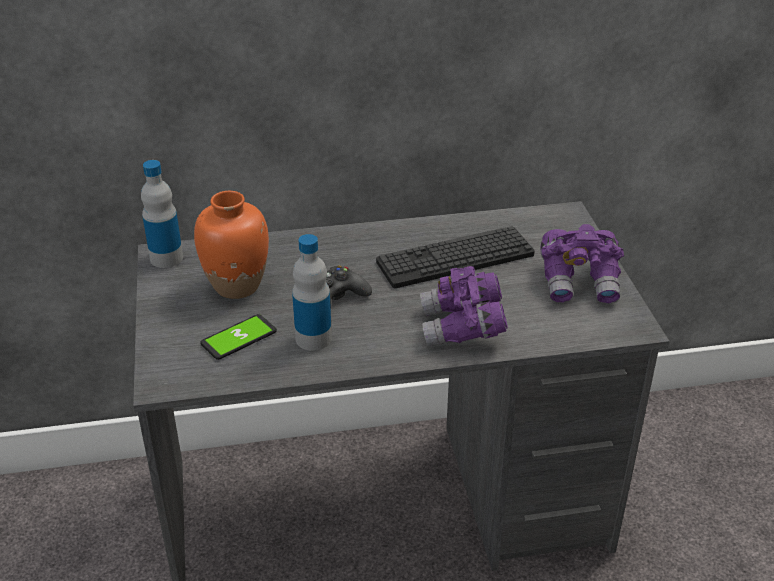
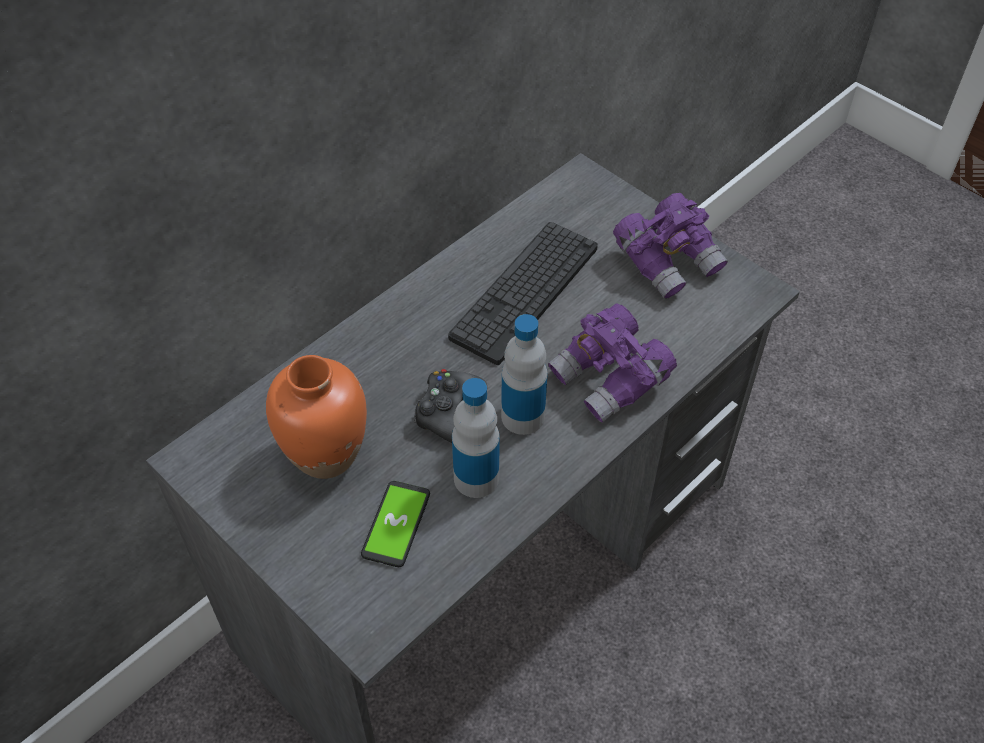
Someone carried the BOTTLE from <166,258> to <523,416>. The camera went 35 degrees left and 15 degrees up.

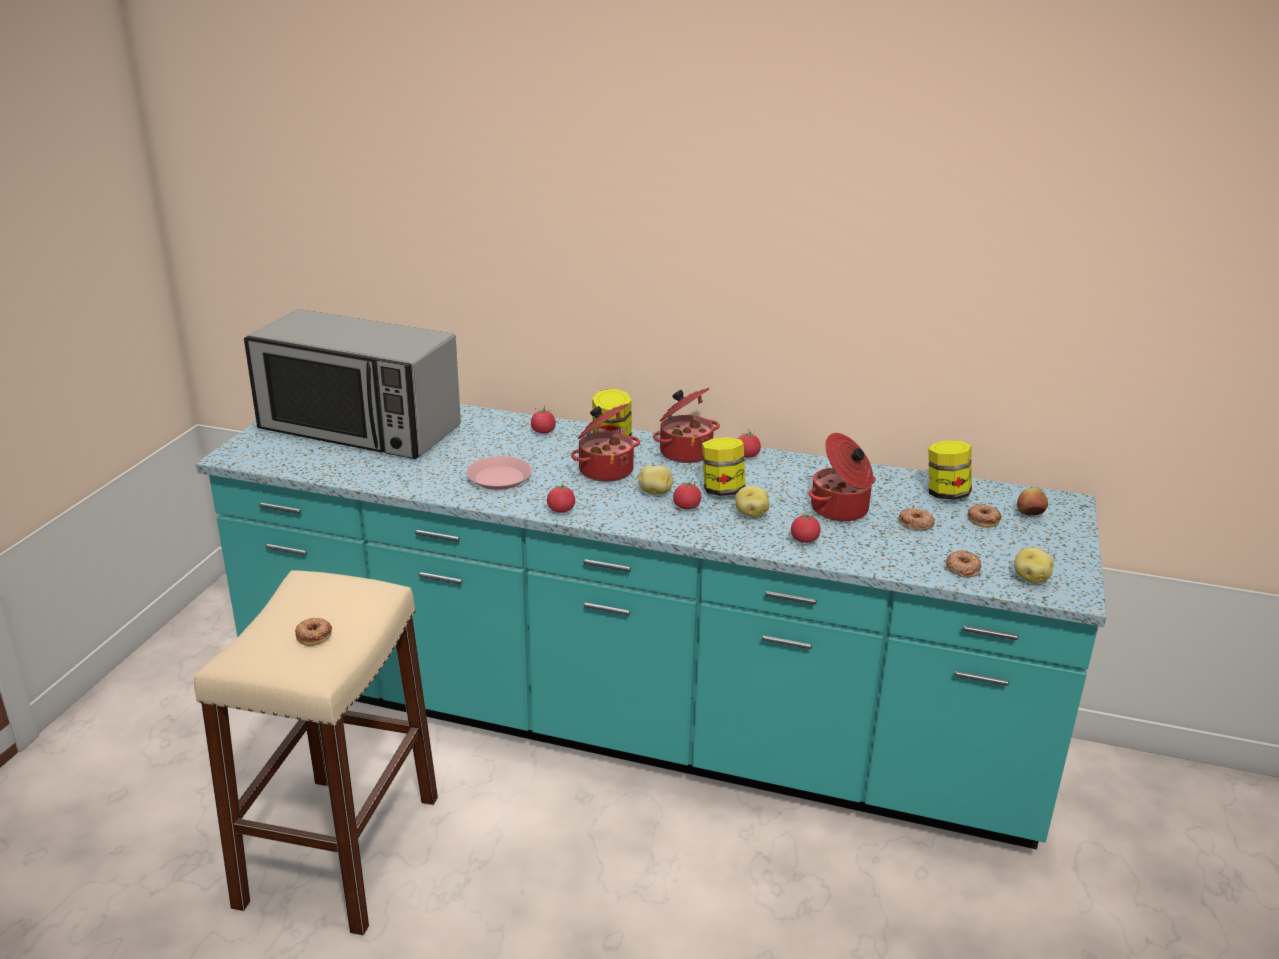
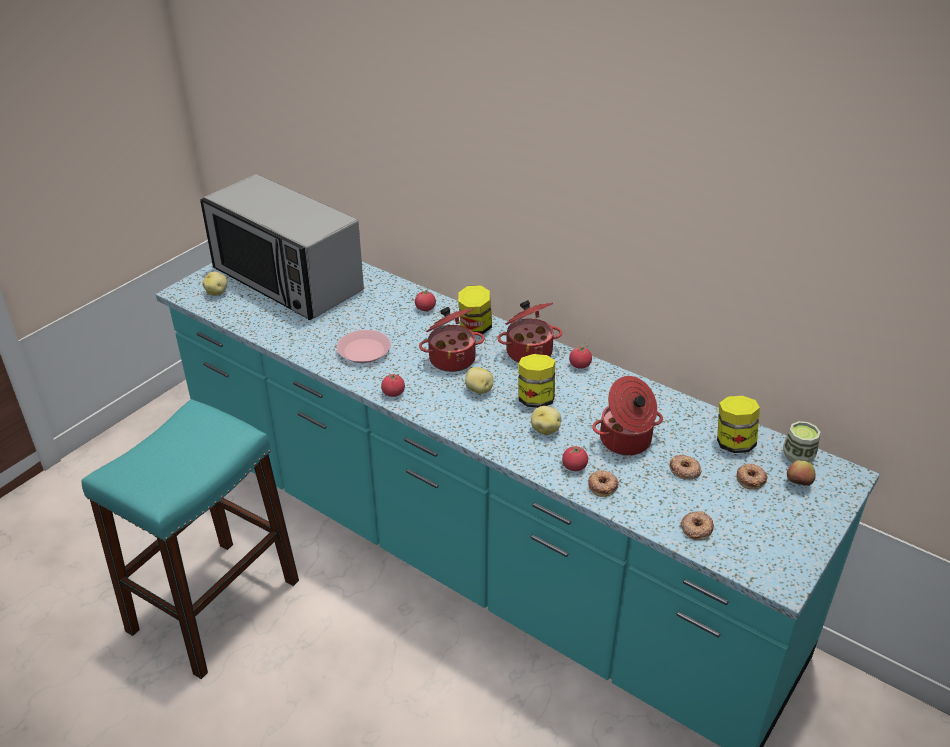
Someone repainted the BEIGE-COLOURED SITTING STOOL at <340,850>, which became the TURQUOISE SITTING STOOL at <214,606>. Someone carried the WHOLE POTATO from <1031,578> to <217,292>. Someone carried the RING DOUGHNUT from <314,635> to <603,486>. Someone put down the SMALL CUP at <798,456>. Someone took away the FRESH TOMATO at <686,507>. The camera went 20 degrees right and 10 degrees up.

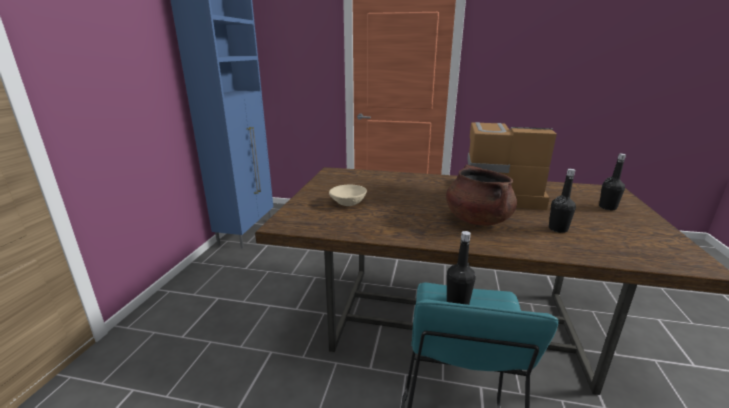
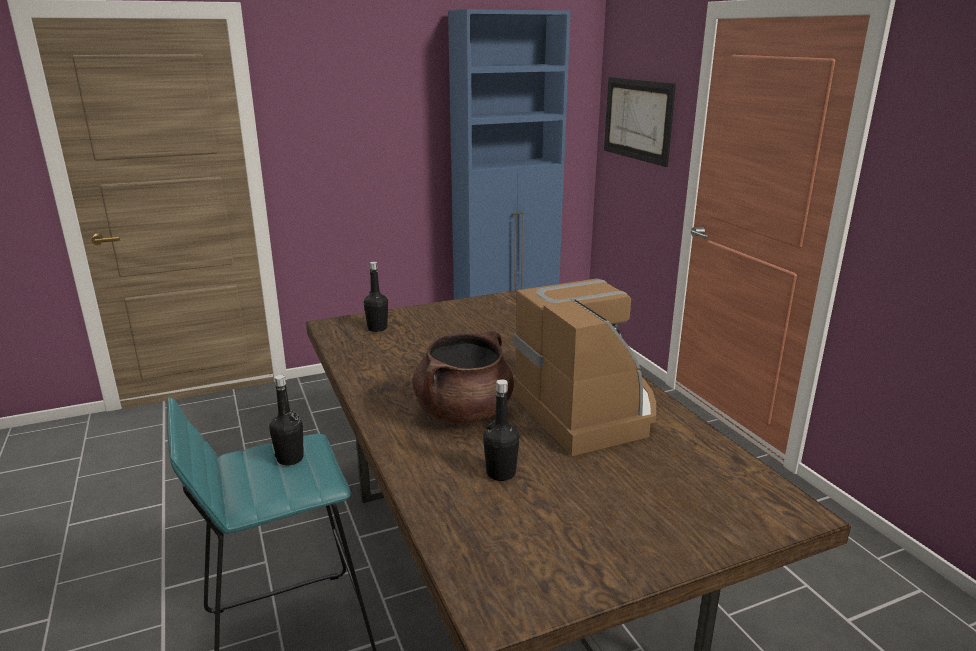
Someone carried the BLACK BOTTLE from <607,207> to <377,328>. Someone put up the WALL PICTURE at <637,119>. Someone took away the BEIGE-COLOURED SERVING BOWL at <348,203>. The camera went 55 degrees right and 0 degrees up.

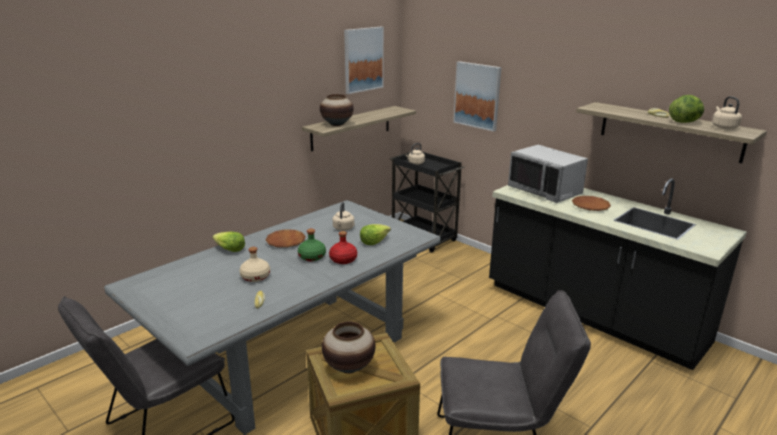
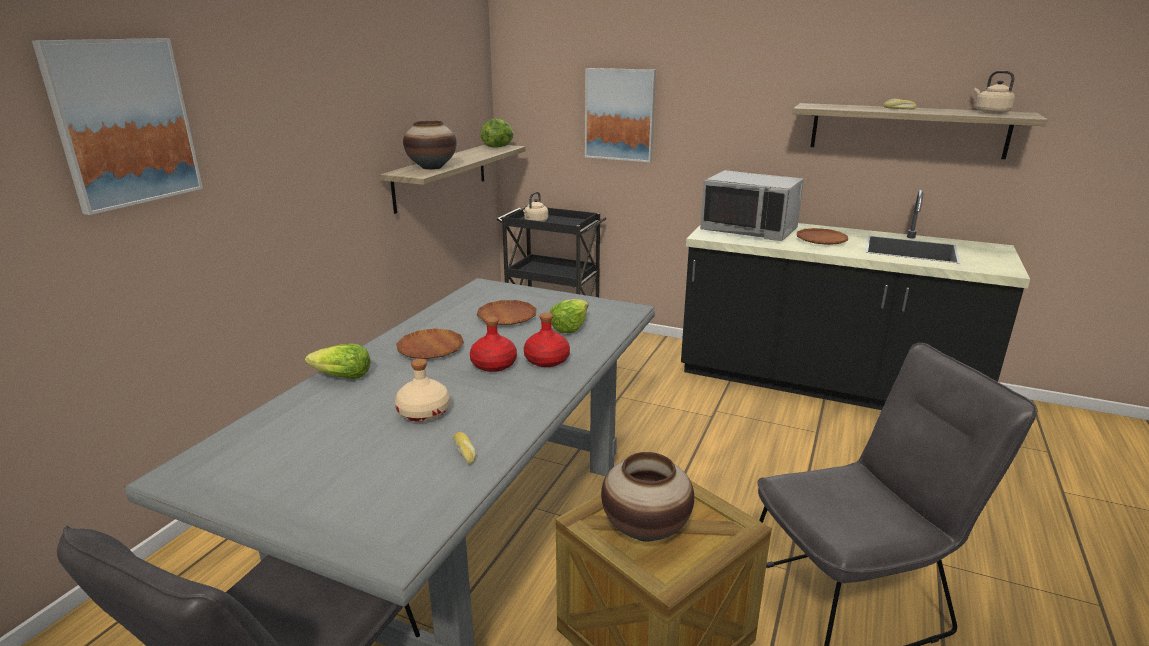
Someone carried the WALL PICTURE from <363,59> to <124,123>. Someone repainted the GREEN-COLOURED BOTTLE at <312,257>, which became the RED-COLOURED BOTTLE at <494,364>. Someone swapped the BEIGE-COLOURED TEA KETTLE at <343,228> for the BROWN PLATE at <507,317>. Someone carried the LETTUCE from <685,122> to <498,147>. The camera went 20 degrees left and 0 degrees up.

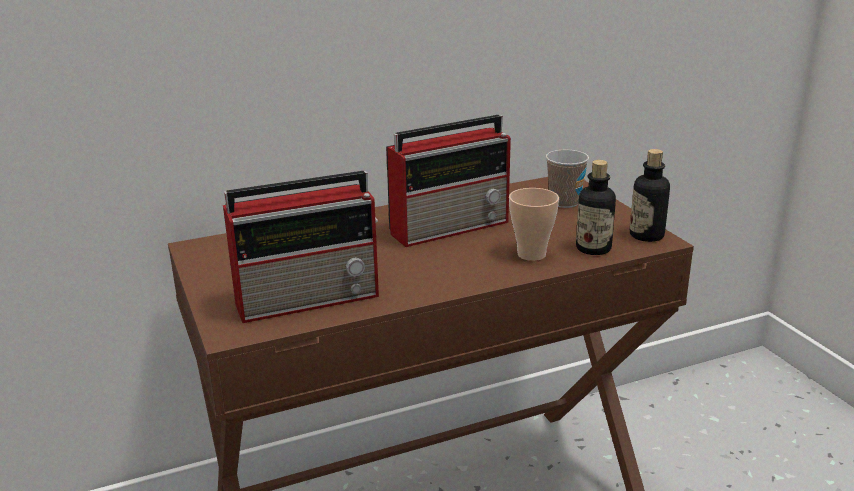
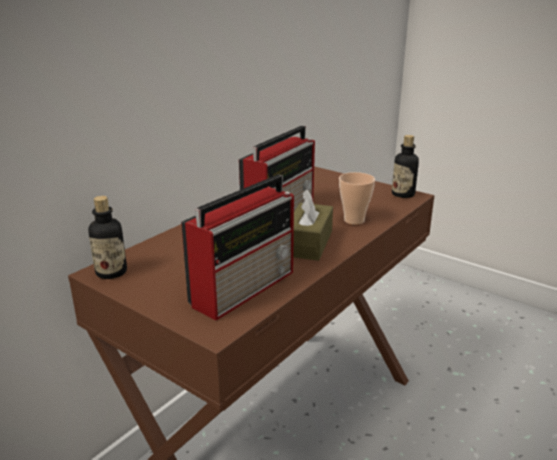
Someone carried the BOTTLE from <593,248> to <111,272>. Someone put down the BROWN TISSUE BOX at <308,243>. Someone took away the SMALL CUP at <564,202>. The camera went 30 degrees left and 0 degrees up.

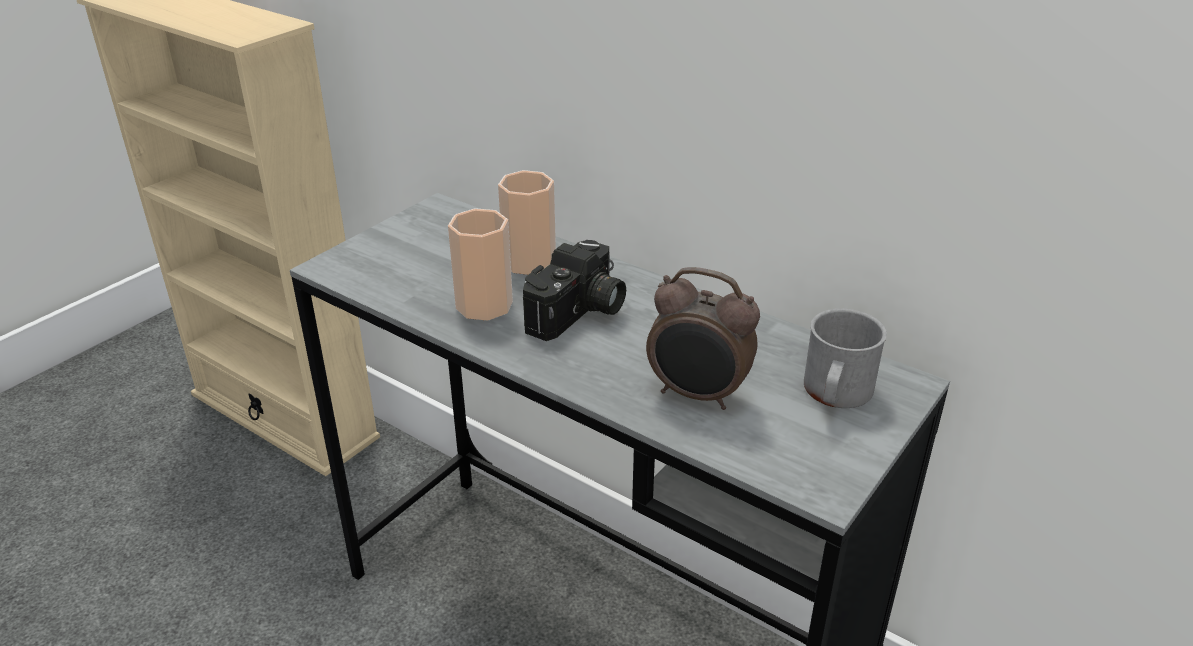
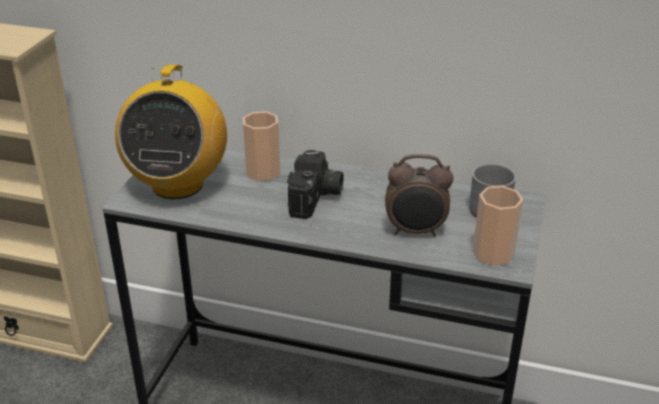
Someone put down the RADIO RECEIVER at <177,184>. Someone carried the SMALL CUP from <484,305> to <493,253>. The camera went 20 degrees left and 0 degrees up.

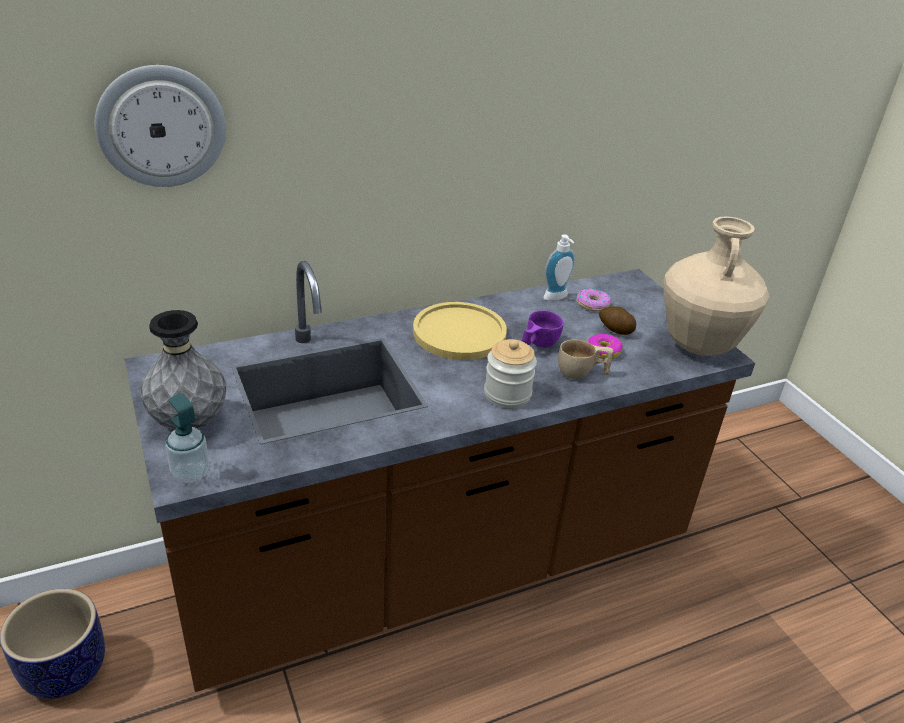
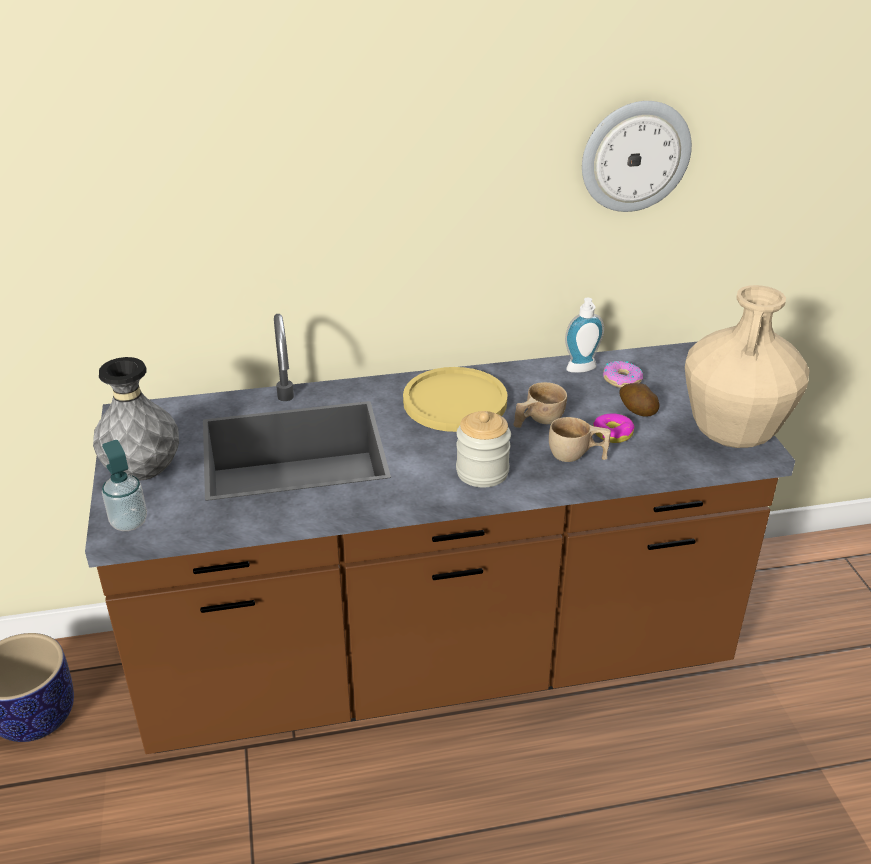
Someone repainted the PURPLE SMALL CUP at <537,345>, which became the BEIGE-COLOURED SMALL CUP at <537,421>. Someone carried the HANGING CLOCK from <161,126> to <635,156>. The camera went 15 degrees right and 0 degrees up.

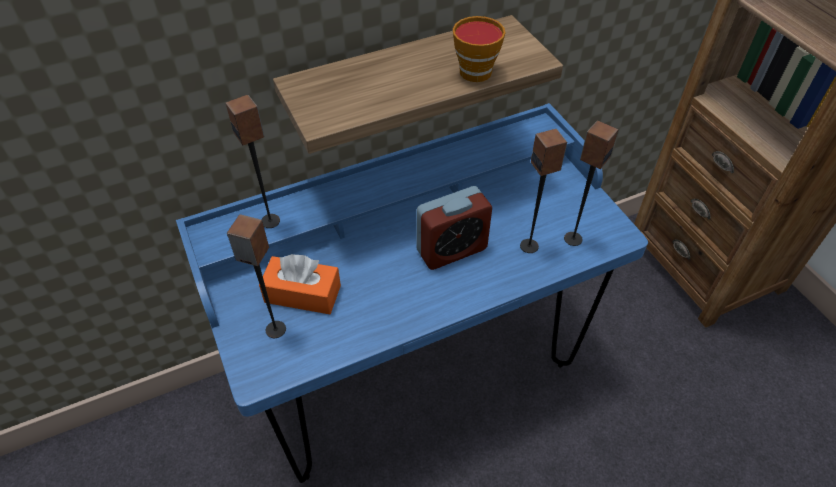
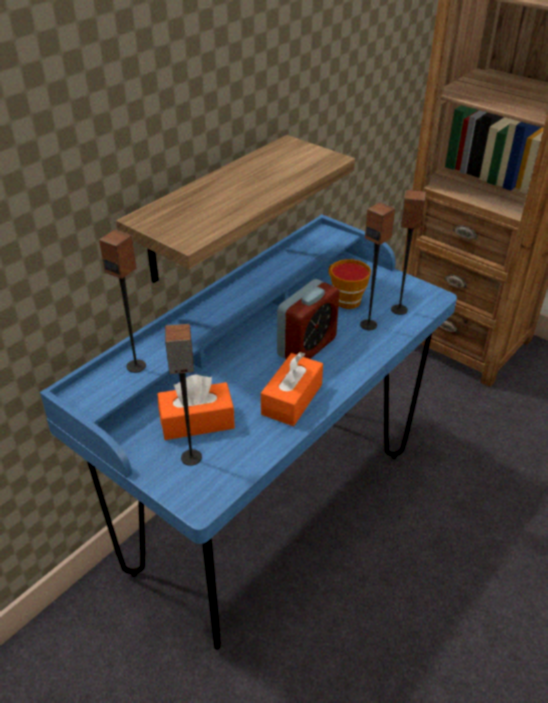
Someone put down the ORANGE-COLOURED TISSUE BOX at <292,399>. Someone carried the SMALL CUP from <473,69> to <345,300>. The camera went 25 degrees left and 10 degrees down.

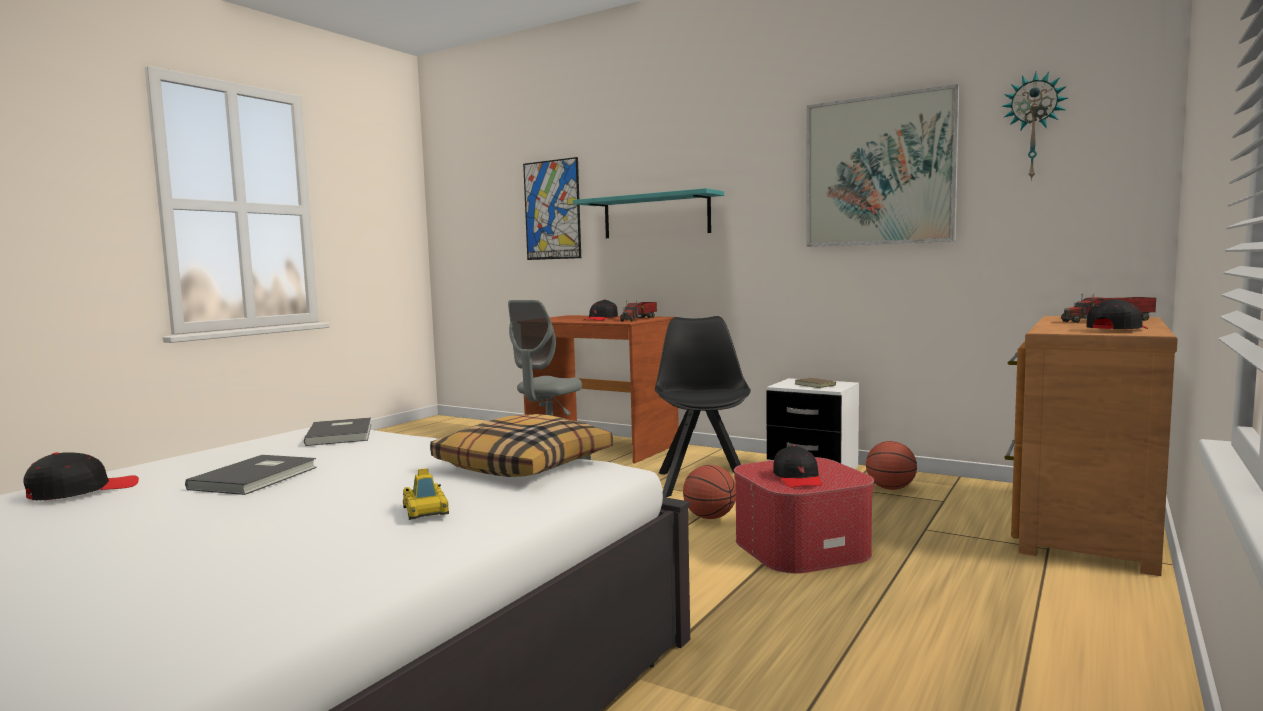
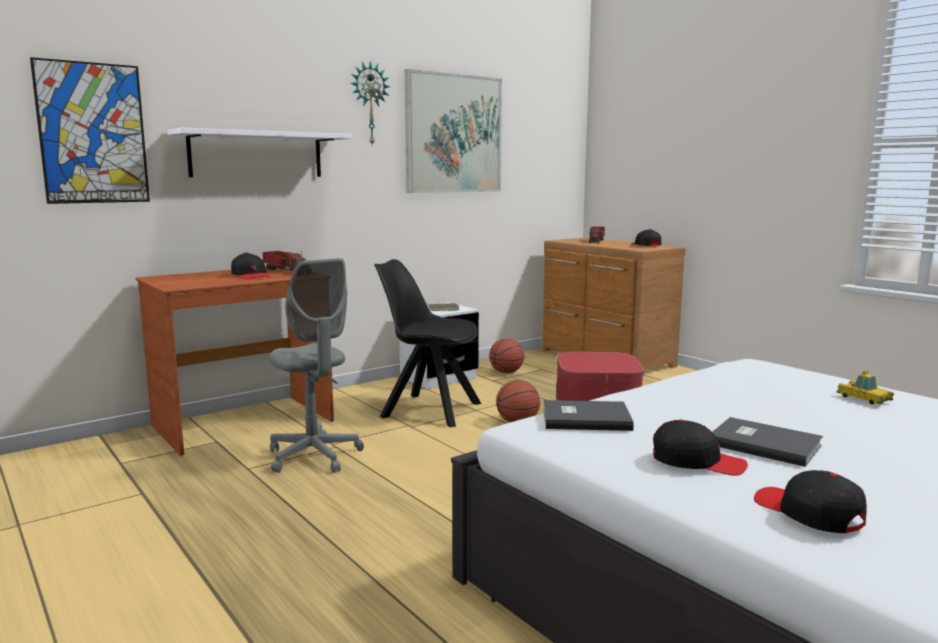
Someone repainted the TURQUOISE WALL SHELF at <656,216>, which became the WHITISH WALL SHELF at <256,155>. Someone carried the HANGING CLOCK from <1033,127> to <369,104>. Someone carried the BLACK PEAKED CAP from <798,478> to <697,462>. Someone rotated the MODEL CAR at <425,510> by 60 degrees clockwise. Someone took away the THROW PILLOW at <524,465>. The camera went 70 degrees left and 5 degrees up.

